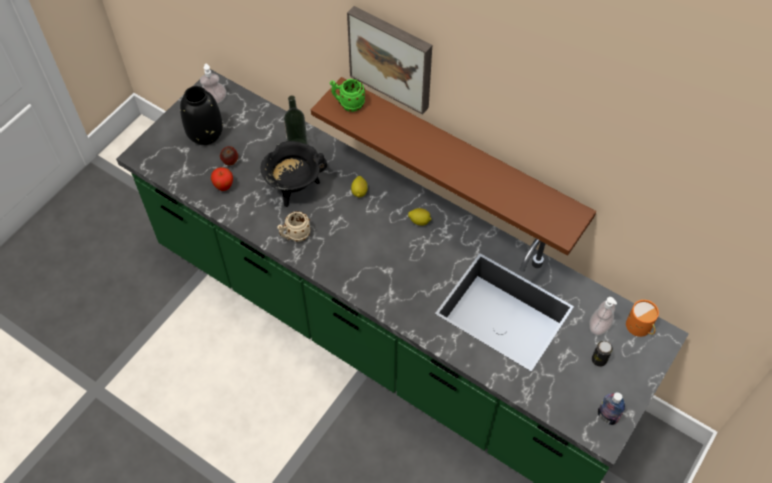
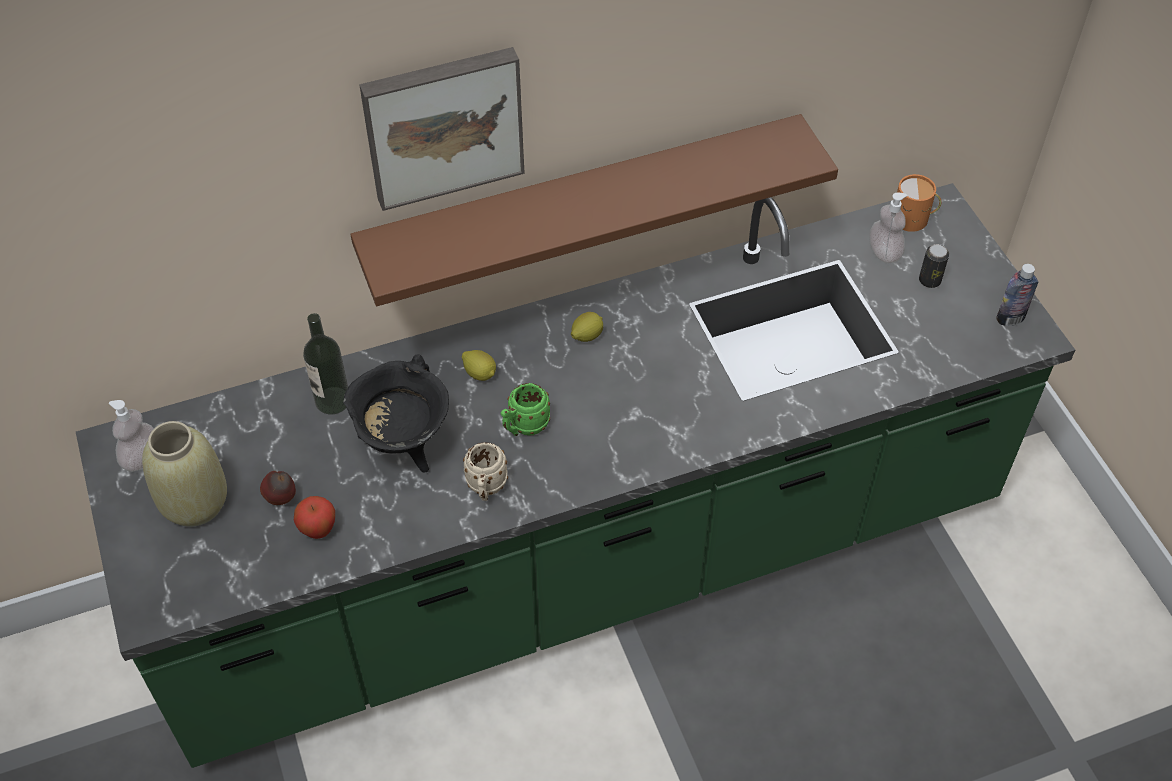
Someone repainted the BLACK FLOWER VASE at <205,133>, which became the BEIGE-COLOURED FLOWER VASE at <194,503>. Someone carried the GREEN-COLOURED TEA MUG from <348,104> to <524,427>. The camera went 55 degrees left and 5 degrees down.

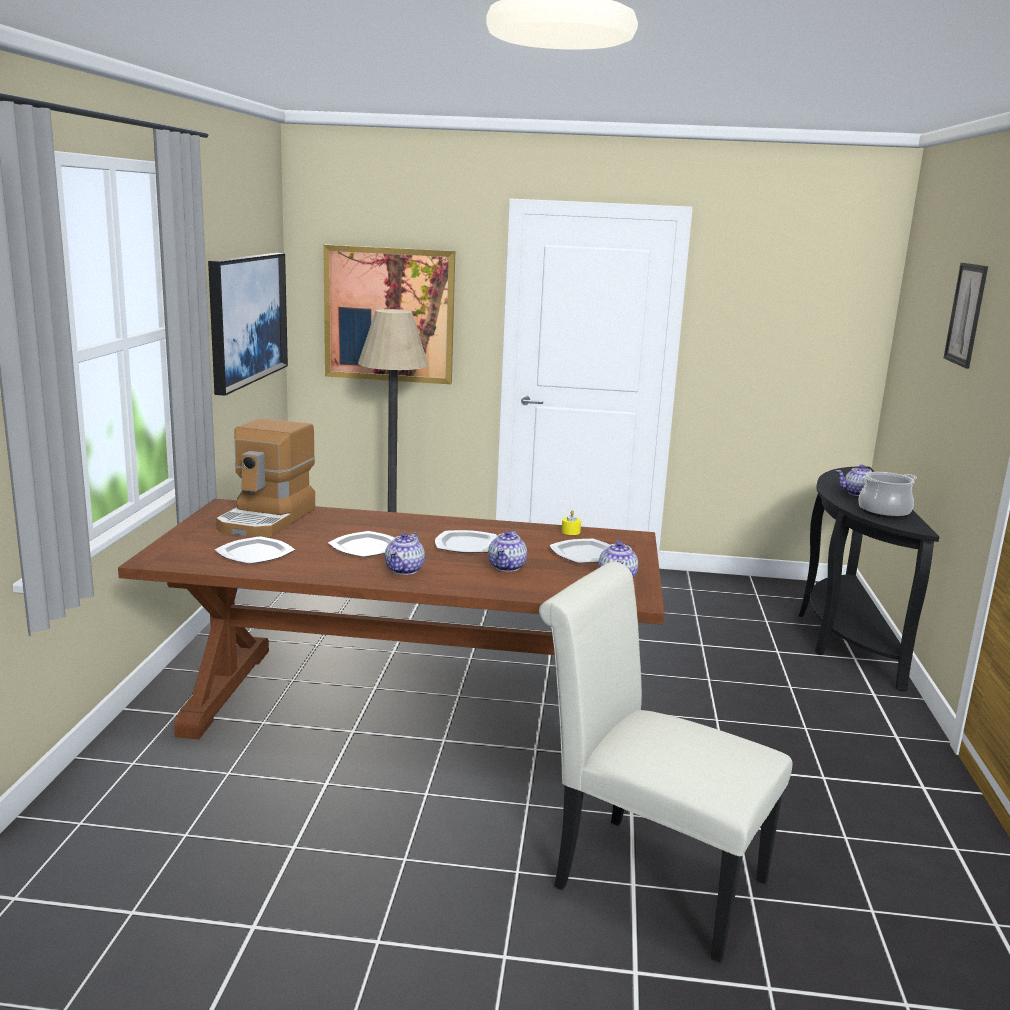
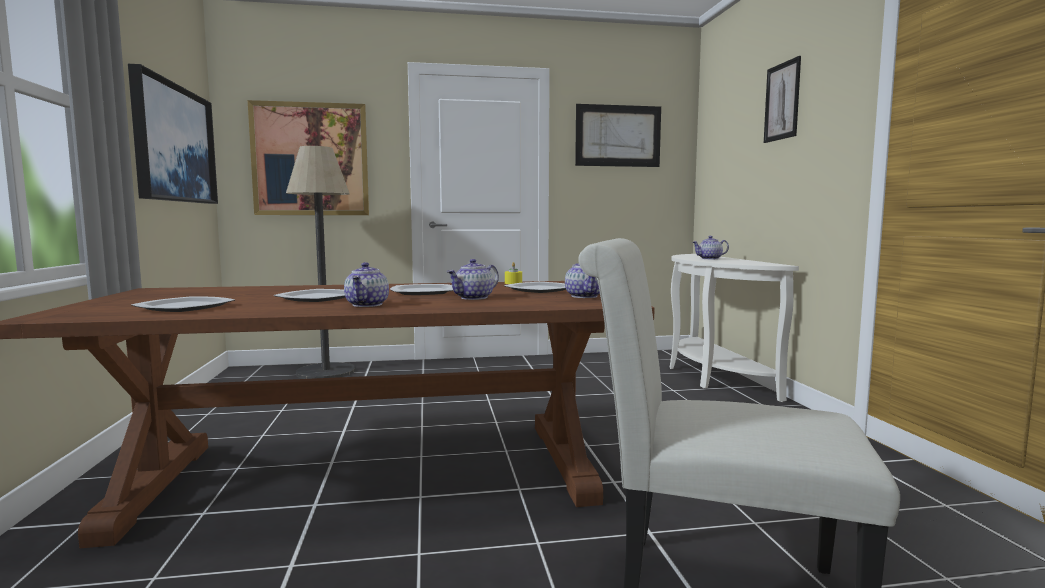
Someone rotated the TEA POT at <507,567> by 45 degrees clockwise. Someone put up the WALL PICTURE at <618,136>. Someone repainted the BLACK CONSOLE TABLE at <843,636>, which became the WHITISH CONSOLE TABLE at <711,376>. Someone took away the COFFEE MAKER at <268,519>. Someone took away the COOKING POT at <884,511>. The camera went 15 degrees left and 10 degrees down.

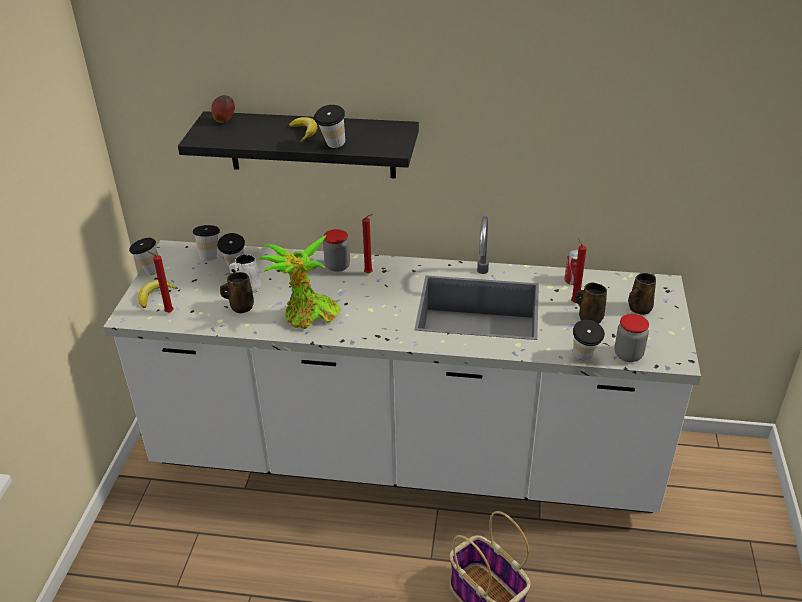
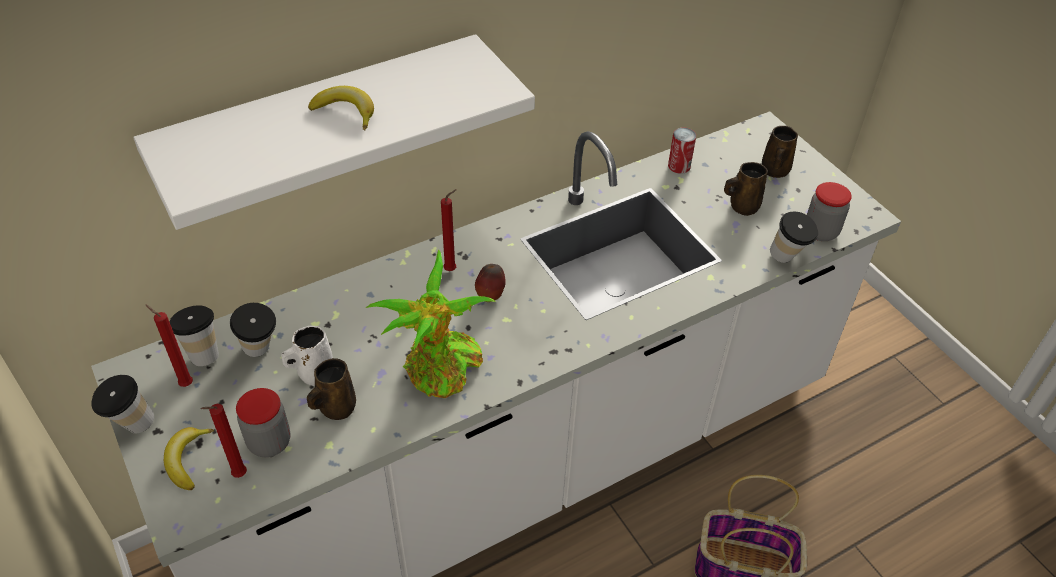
Someone repainted the BLACK WALL SHELF at <311,145>, which became the WHITISH WALL SHELF at <322,123>. Someone carried the RED-COLOURED WAX CANDLE from <574,302> to <184,383>. Someone carried the PRESERVE JAR from <337,266> to <269,442>. Someone carried the APPLE FRUIT from <225,121> to <490,295>. Someone took away the SMALL CUP at <332,146>. The camera went 40 degrees left and 10 degrees up.

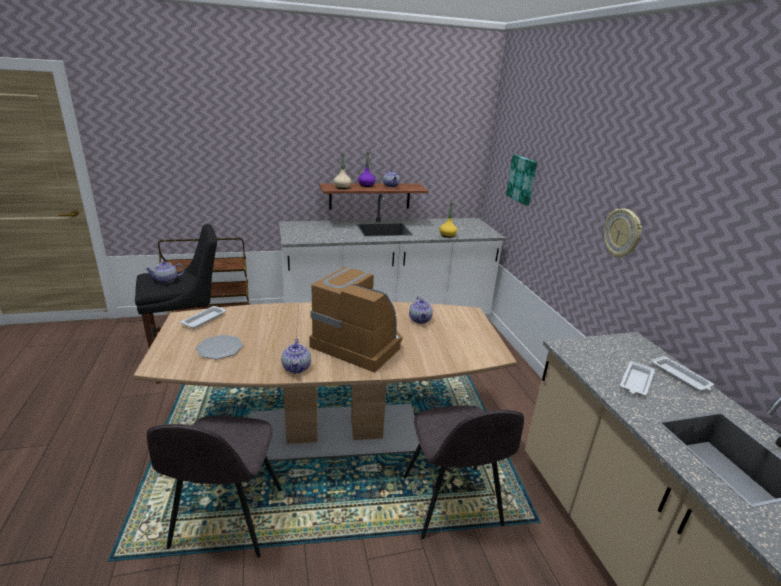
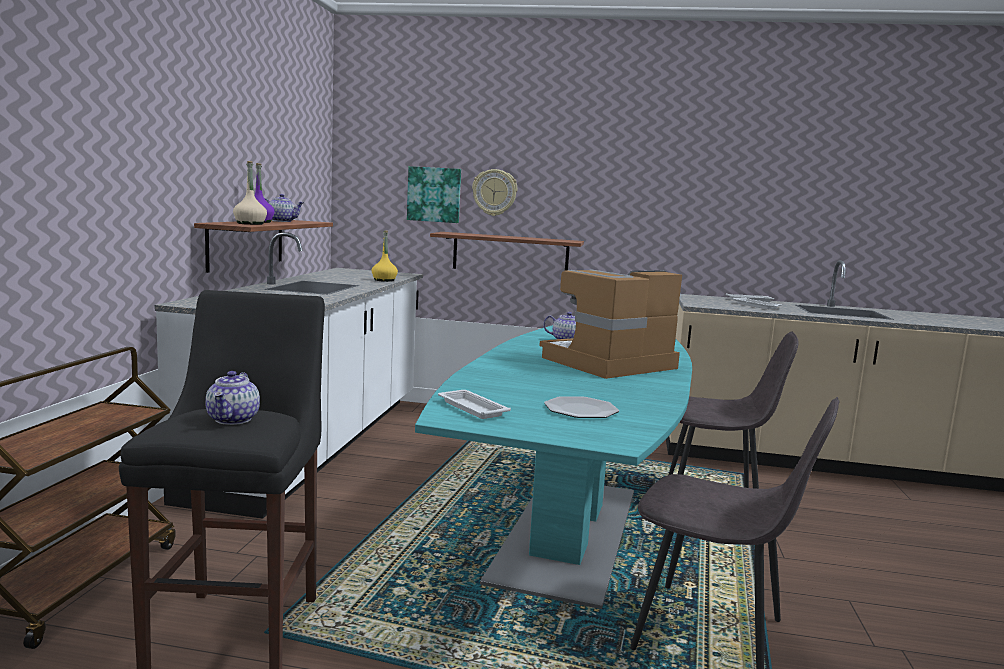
Someone repainted the BROWN DINING TABLE at <334,432>, which became the TURQUOISE DINING TABLE at <568,532>. Someone put up the WALL SHELF at <510,254>. Someone carried the HANGING CLOCK from <622,233> to <494,192>. Someone took away the TEA POT at <297,368>. The camera went 65 degrees left and 15 degrees down.

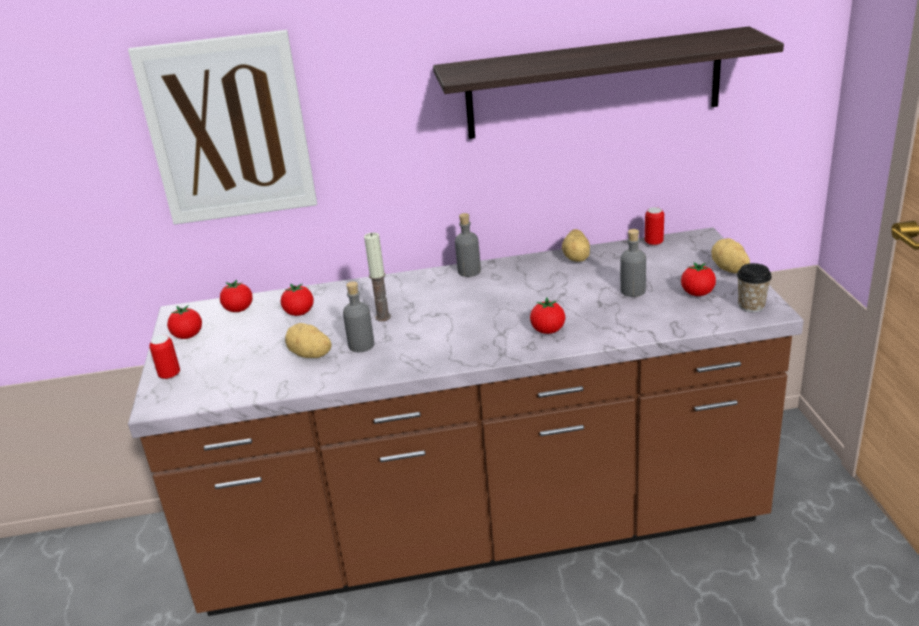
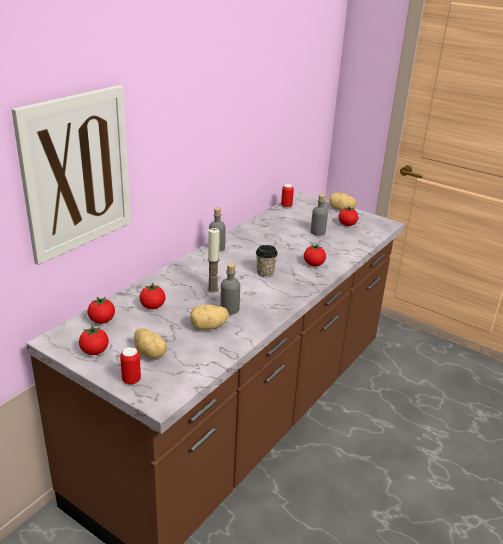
Someone carried the WHOLE POTATO from <577,258> to <150,353>. Someone carried the SMALL CUP from <751,306> to <265,273>. Someone took away the WALL SHELF at <594,84>. The camera went 50 degrees left and 0 degrees up.

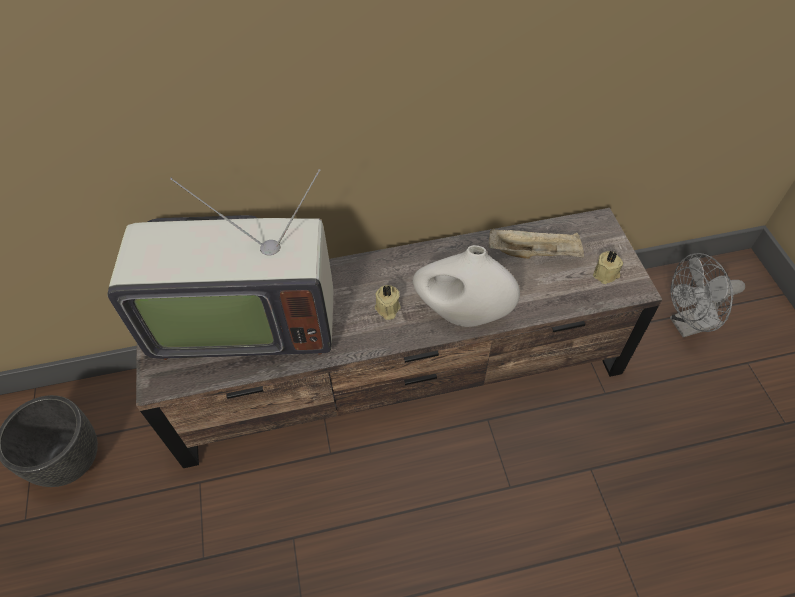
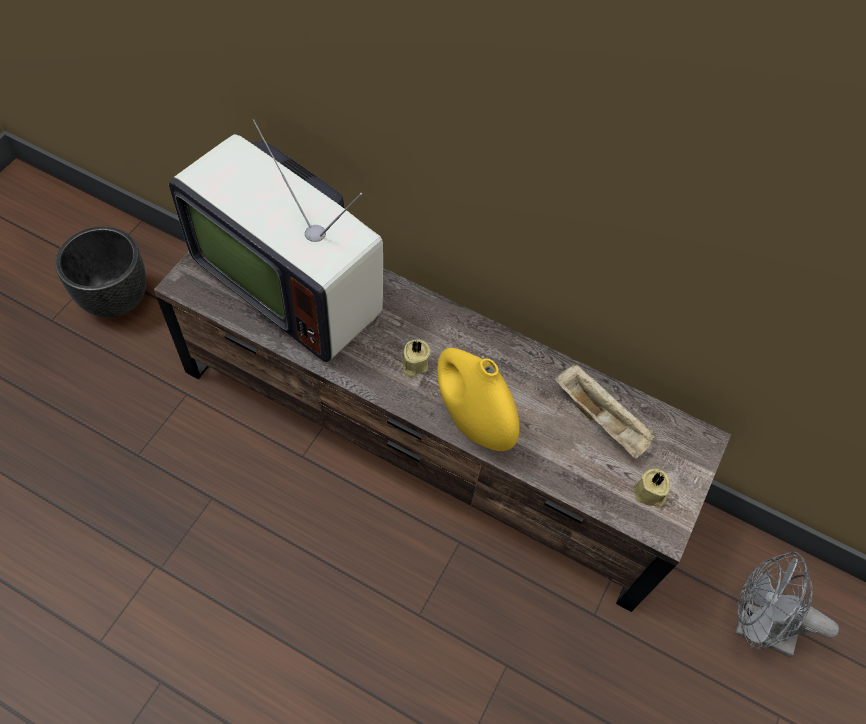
Someone repainted the WHITISH FLOWER VASE at <462,314>, which became the YELLOW-COLOURED FLOWER VASE at <472,421>. The camera went 35 degrees right and 5 degrees up.

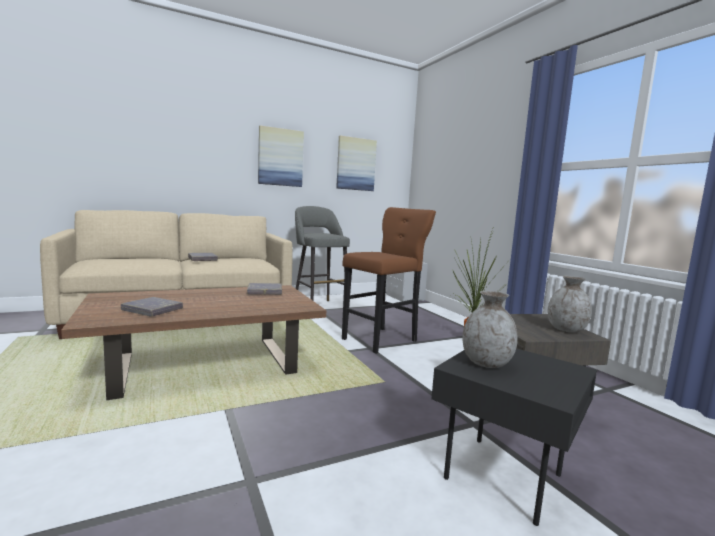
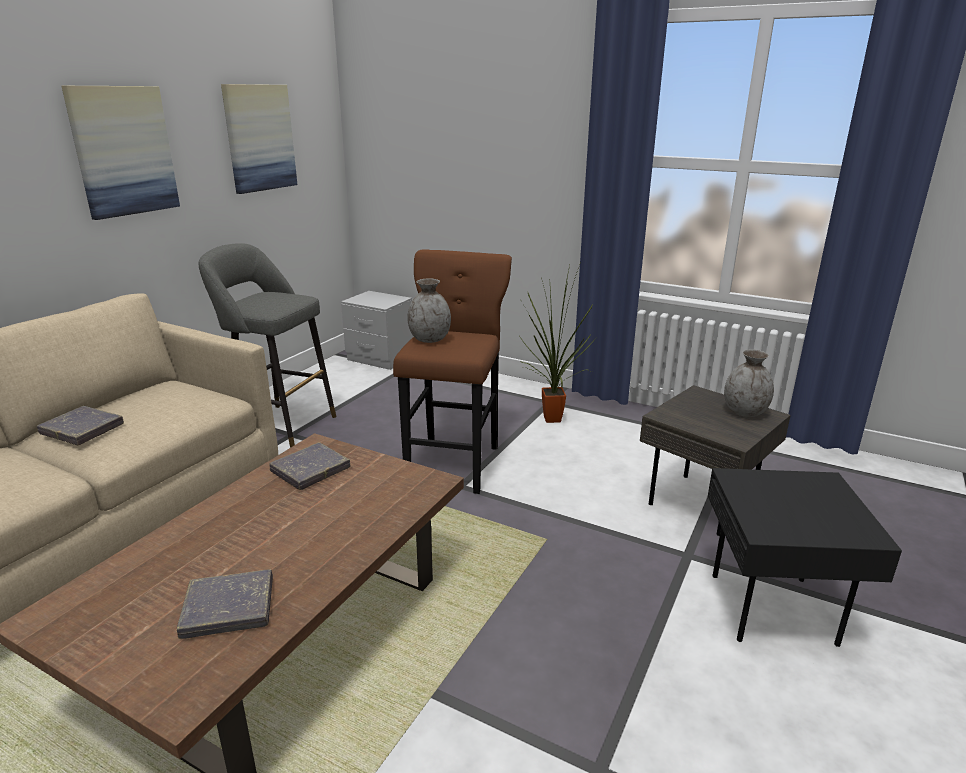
Someone carried the GREY FLOWER VASE from <486,363> to <429,339>. The camera went 35 degrees left and 15 degrees up.

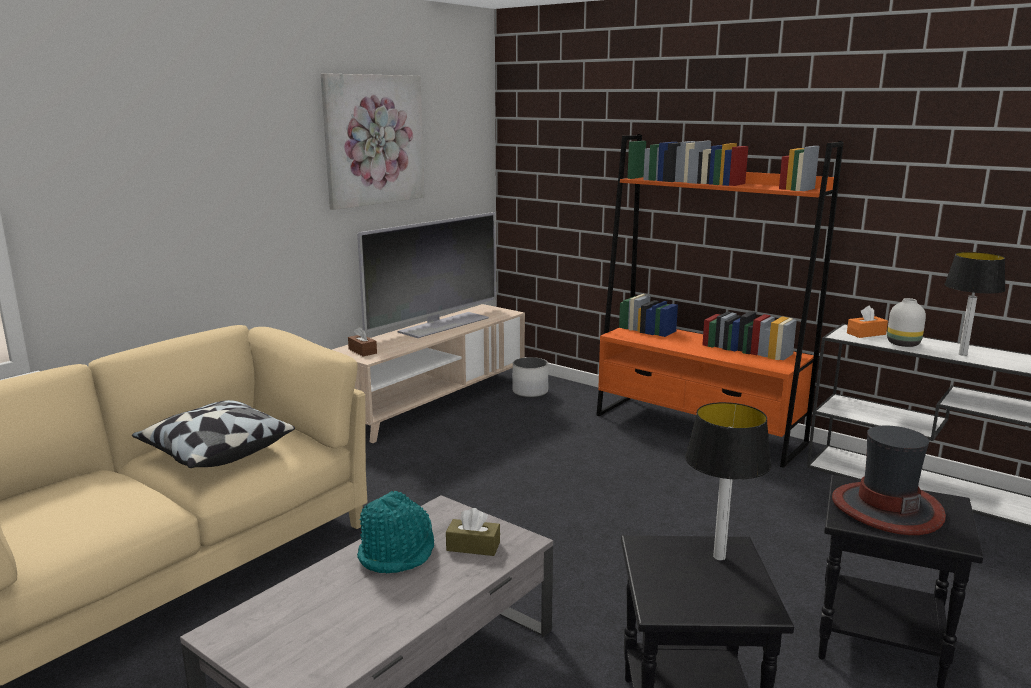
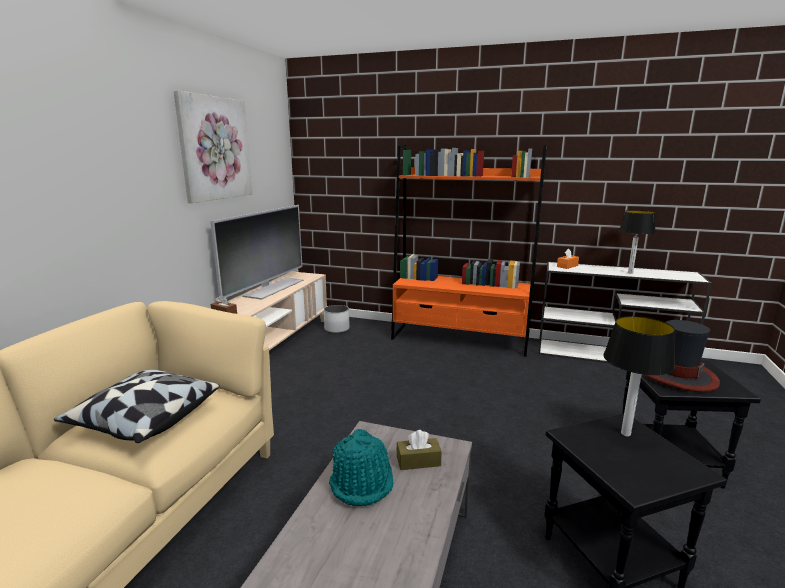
Someone took away the WHITISH FLOWER VASE at <904,344>. The camera went 20 degrees left and 0 degrees up.

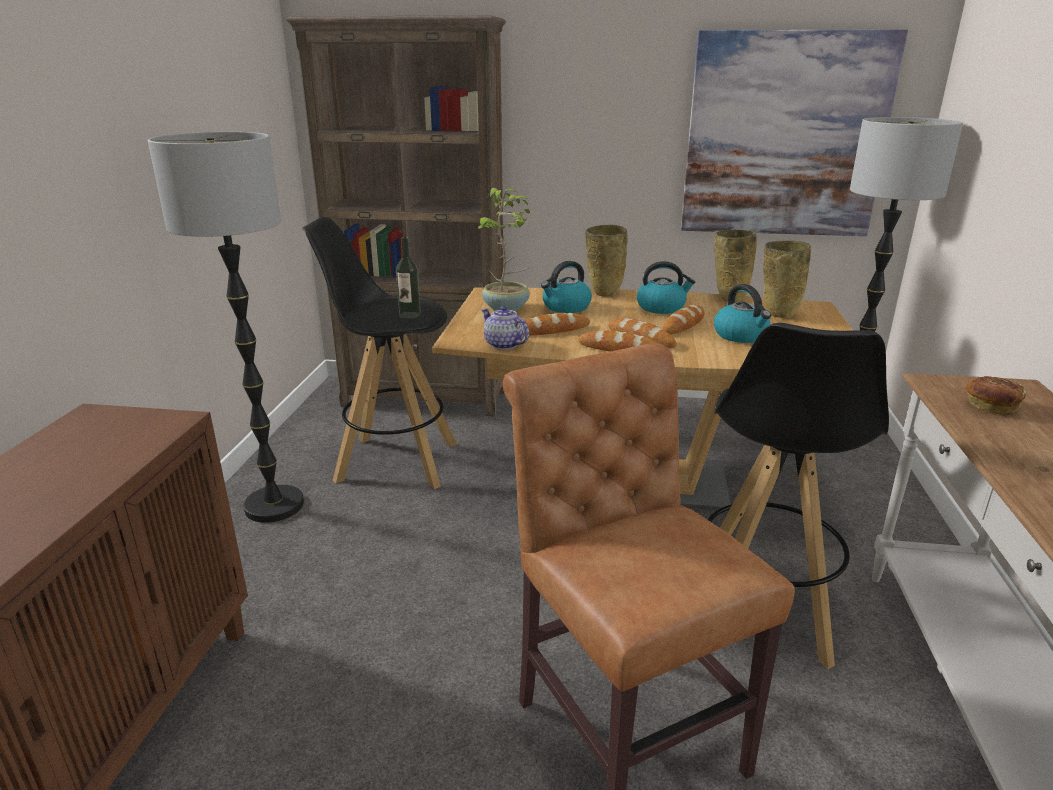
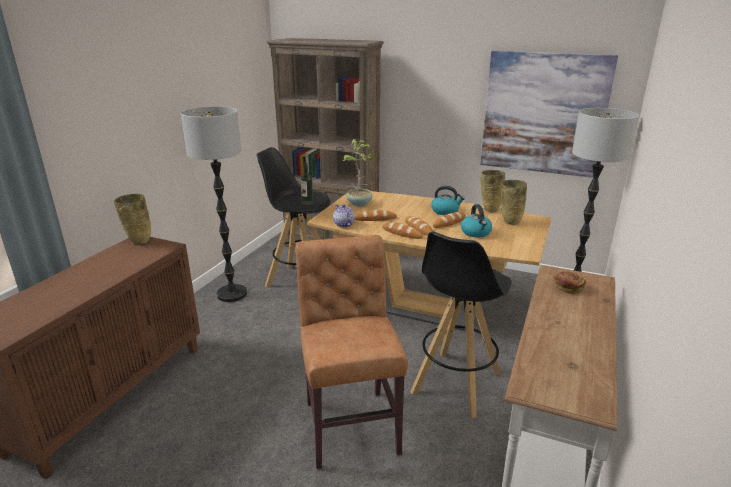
Someone carried the BEIGE-COLOURED FLOWER VASE from <603,294> to <138,242>. Someone took away the TEA KETTLE at <566,307>. The camera went 15 degrees right and 0 degrees up.

